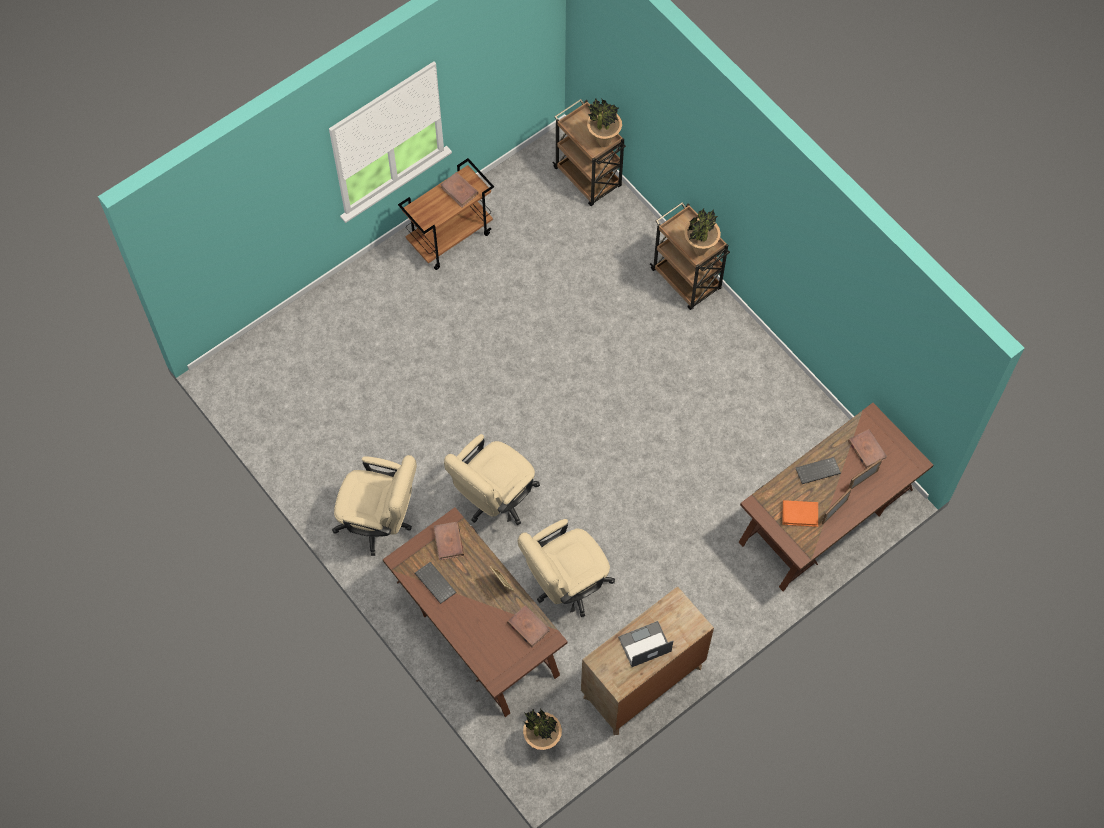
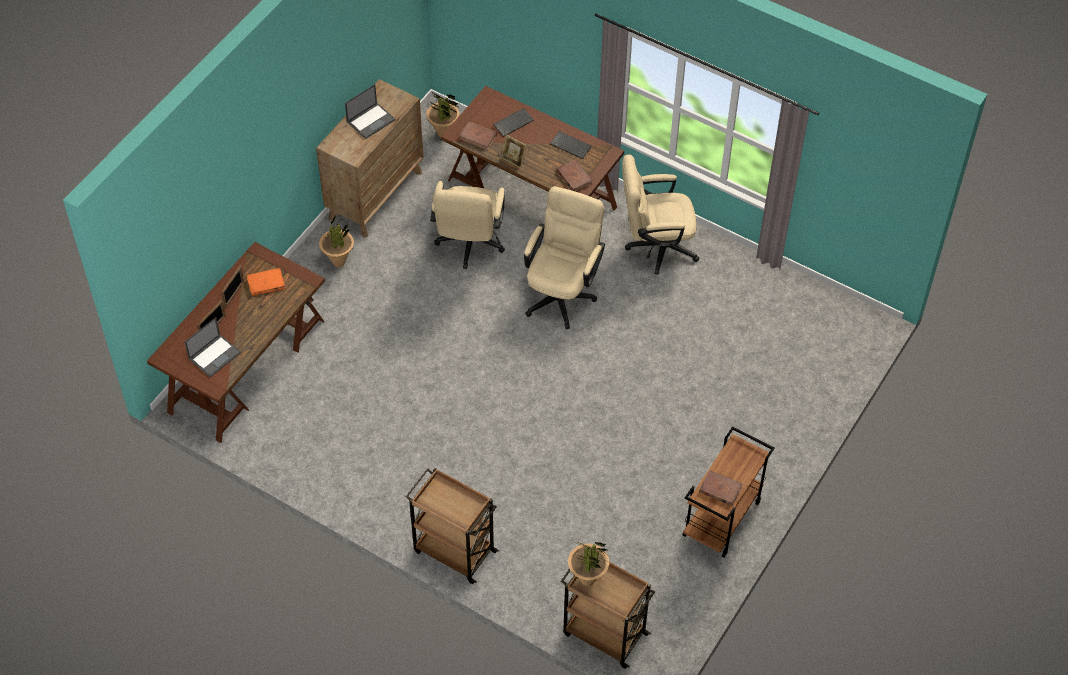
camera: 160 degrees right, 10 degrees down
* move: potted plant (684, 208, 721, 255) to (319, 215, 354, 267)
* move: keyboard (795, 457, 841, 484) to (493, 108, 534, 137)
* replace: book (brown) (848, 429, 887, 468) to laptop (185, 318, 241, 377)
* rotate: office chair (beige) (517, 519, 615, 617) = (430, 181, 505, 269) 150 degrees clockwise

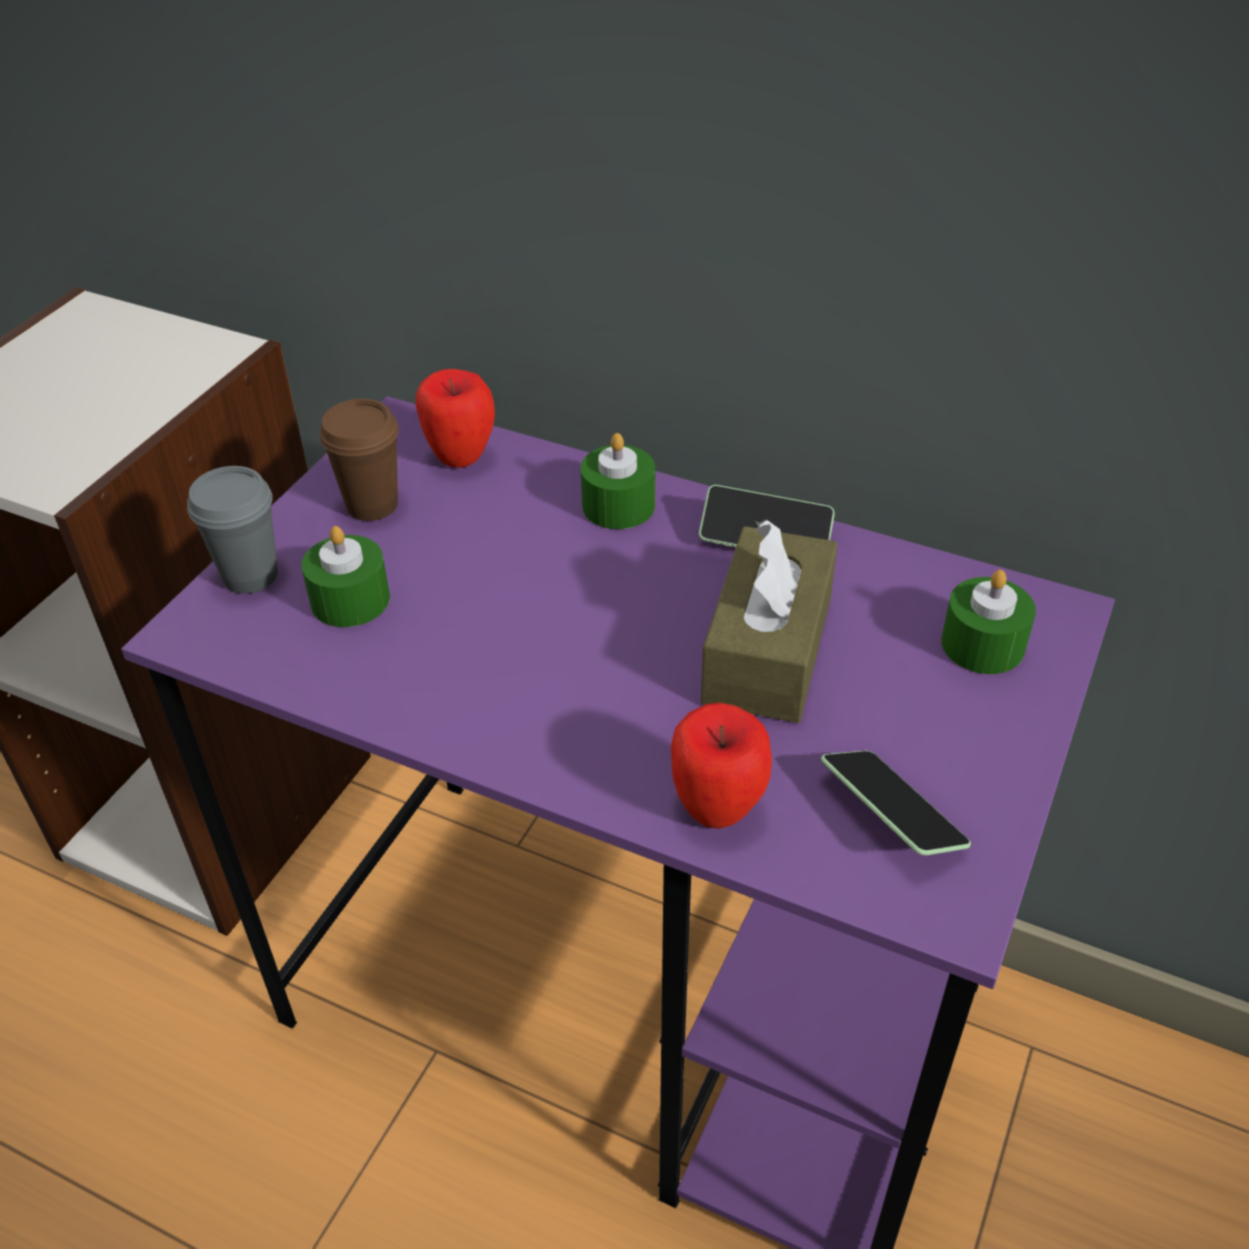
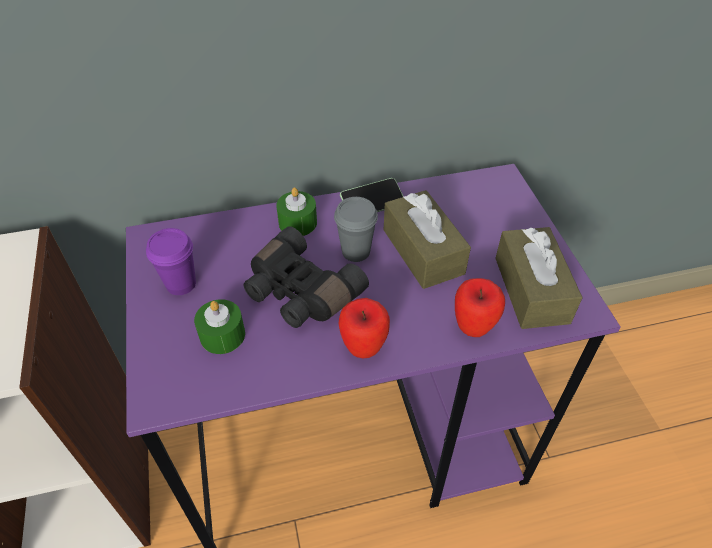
camera: 40 degrees left, 5 degrees up
* delete: candle (green) (941, 570, 1036, 674)
* insert: binoculars (black) (243, 226, 369, 328)
* move: cup (grey) (187, 466, 278, 594) to (334, 197, 378, 262)
* move: apple (416, 369, 495, 468) to (338, 298, 390, 358)
* replace: phone (821, 750, 971, 855) to tissue box (brown) (495, 227, 583, 329)
* recolor: cup (brown) (319, 399, 399, 521) to cup (purple) (146, 228, 196, 295)

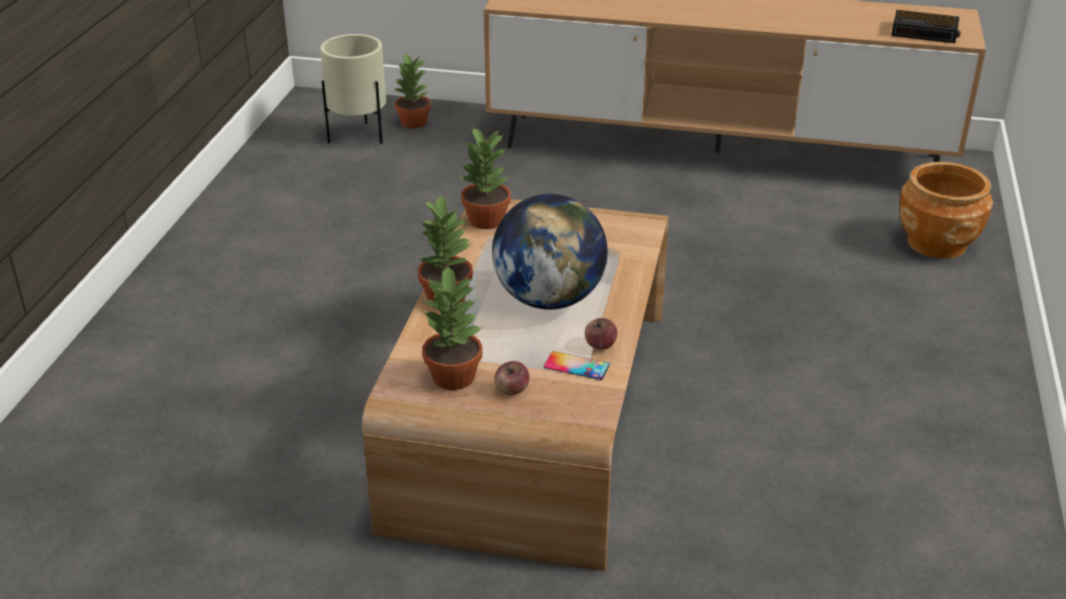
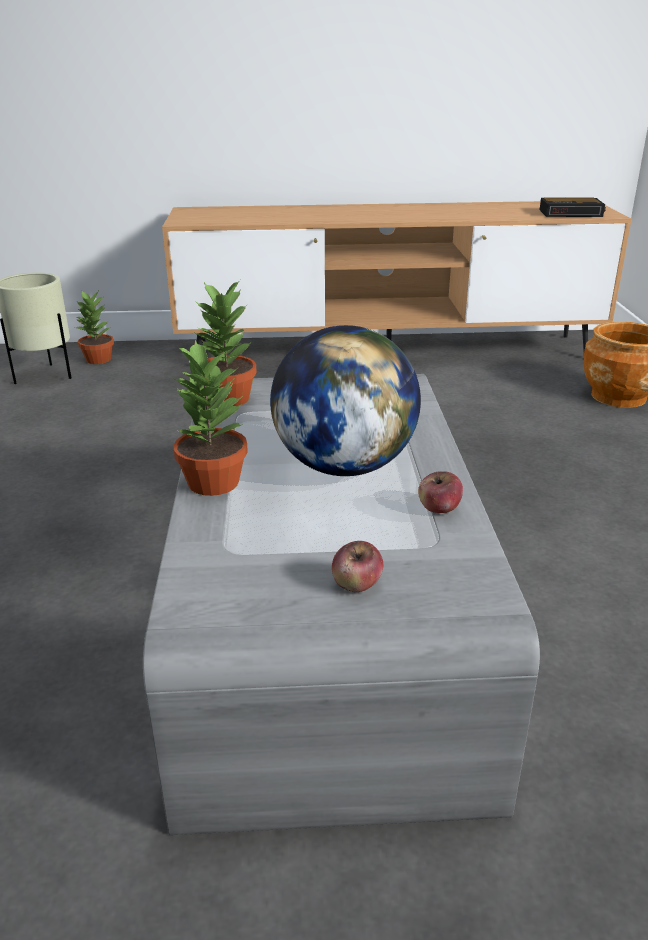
camera: 15 degrees left, 5 degrees down
* delete: potted plant (422, 265, 484, 390)
* delete: phone (544, 351, 609, 380)
* recolor: coffee table (brown) (362, 199, 669, 571) to coffee table (grey) (143, 374, 540, 835)

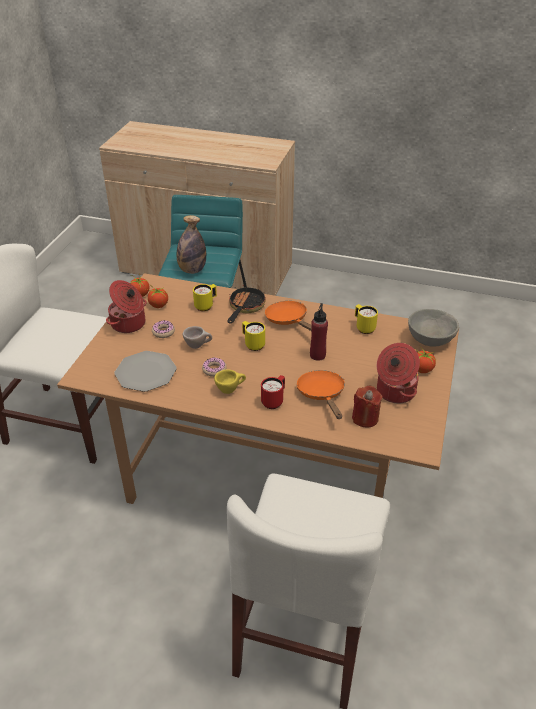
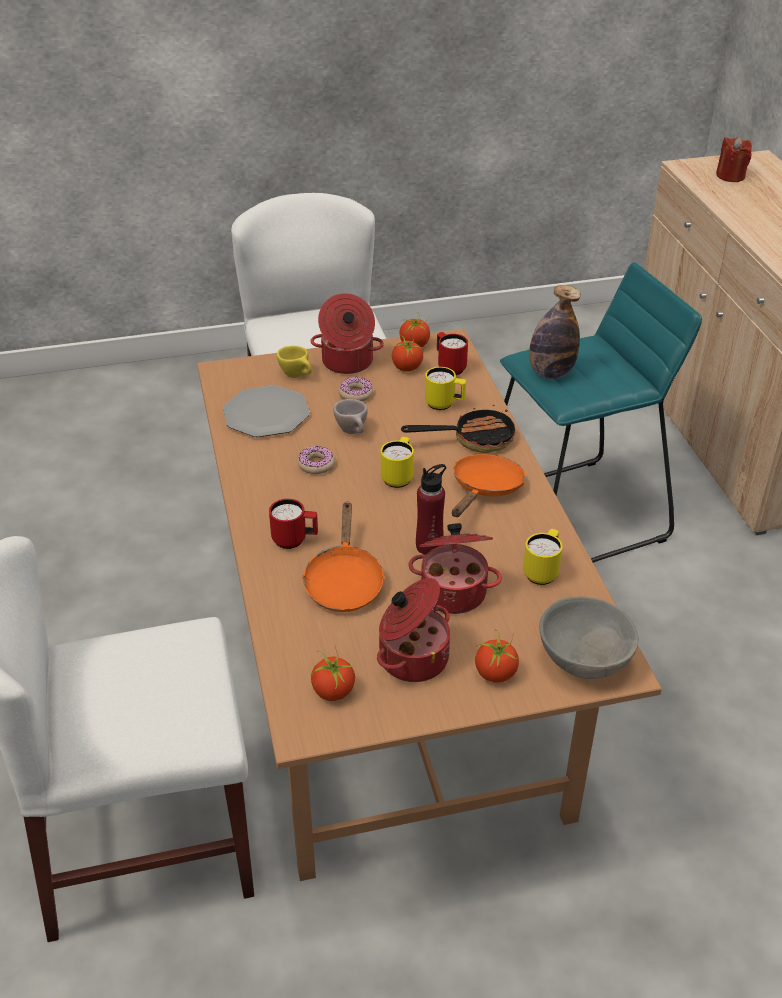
camera: 60 degrees right, 0 degrees up
* insert: tomato (311, 647, 355, 701)
* insert: cooking pot (408, 523, 502, 614)
* insert: mug (red) (437, 332, 468, 375)
* move: cup (yellow) (214, 370, 246, 394) to (276, 346, 312, 378)
* move: candle (red) (352, 386, 383, 427) to (716, 136, 752, 182)
* rotate: frying pan (orange) (297, 370, 345, 419) = (302, 501, 385, 612) 135 degrees clockwise

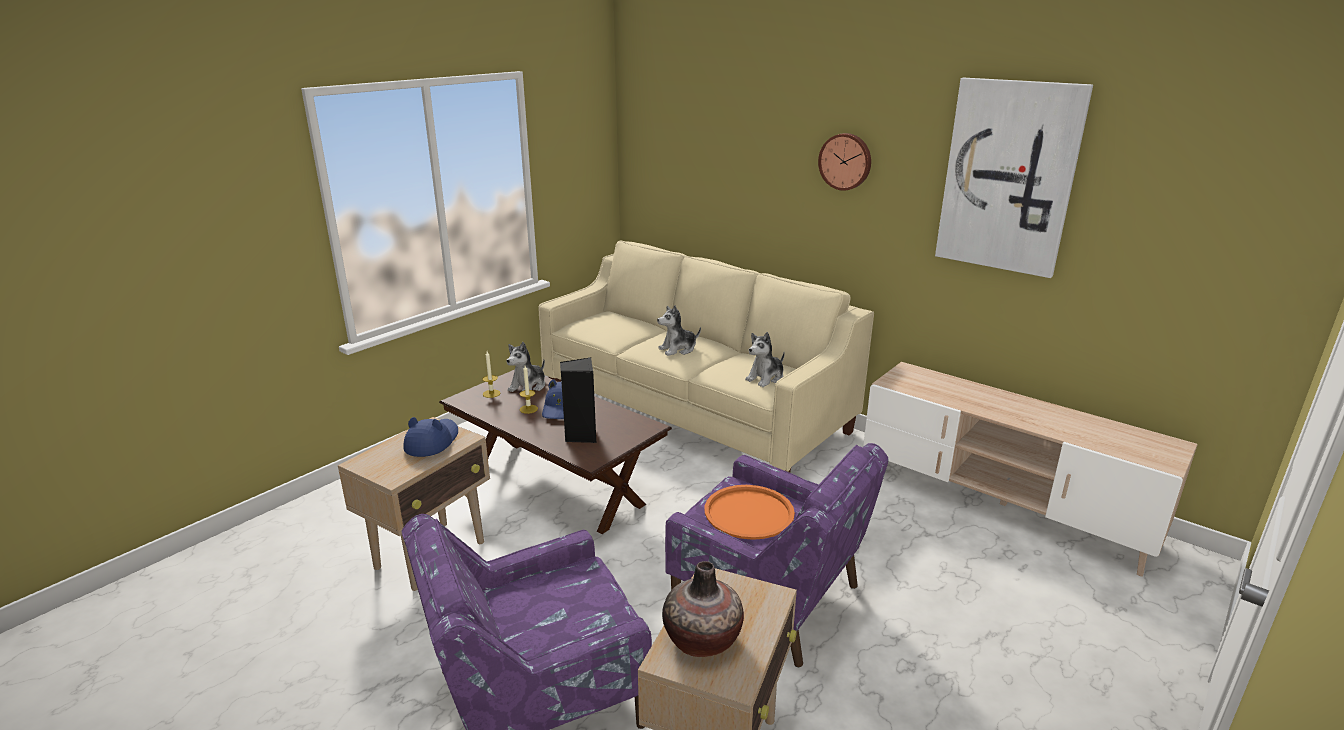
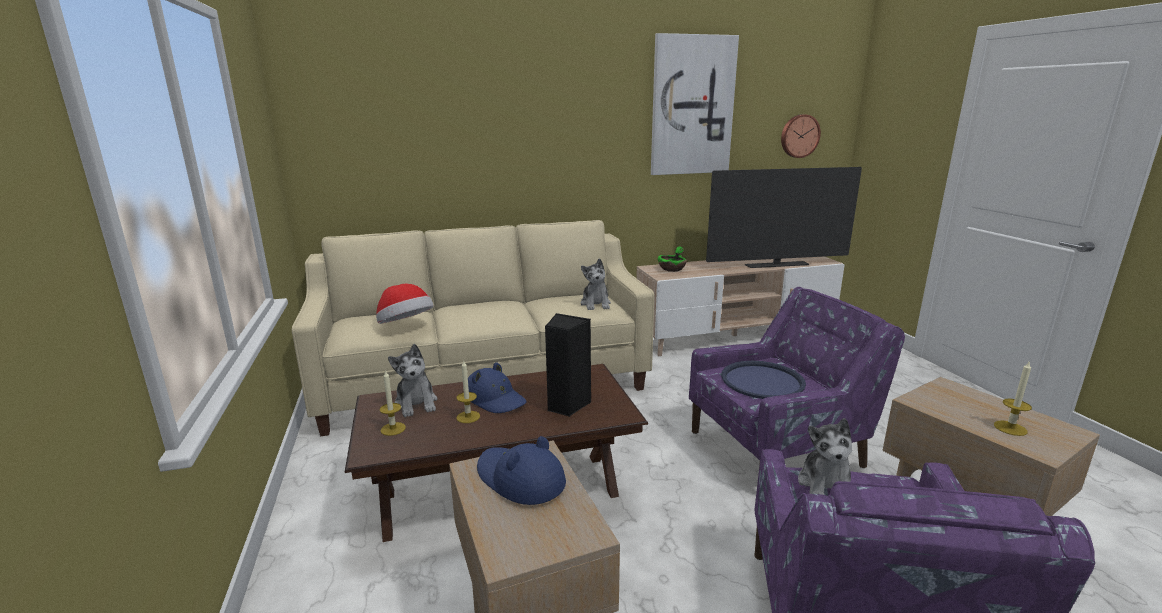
camera: 55 degrees left, 5 degrees down
* insert: hat (376, 283, 434, 324)
* insert: bowl (green) (658, 246, 687, 272)
* insert: television (706, 167, 862, 268)
* move: plush toy (657, 305, 701, 356) to (798, 418, 852, 495)
* move: wall clock (818, 133, 871, 191) to (781, 114, 821, 158)
* replace: vase (662, 561, 744, 657) to candle (994, 362, 1032, 436)
* recolor: tray (orange) (704, 485, 795, 540) to tray (blue) (721, 361, 806, 399)

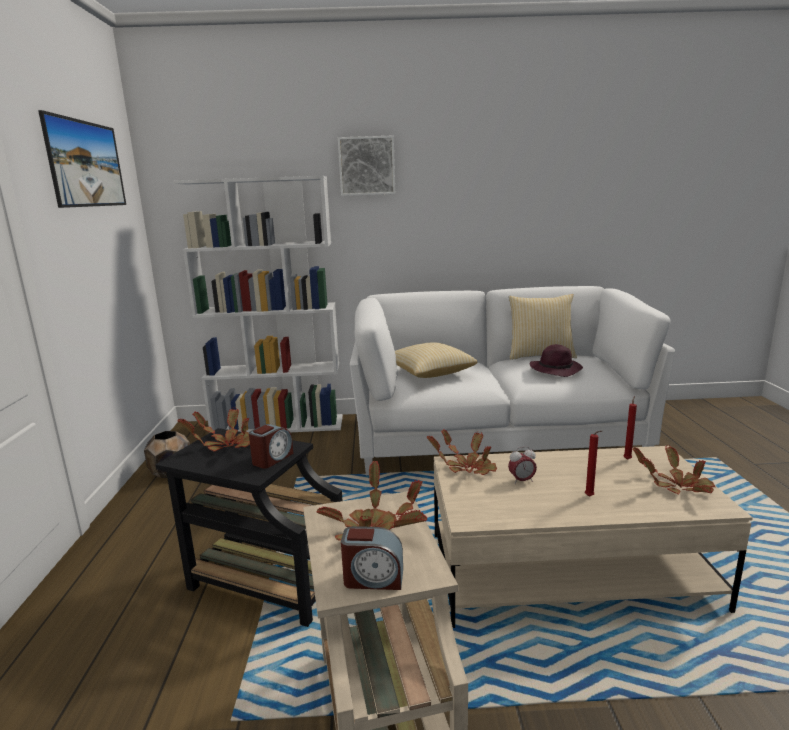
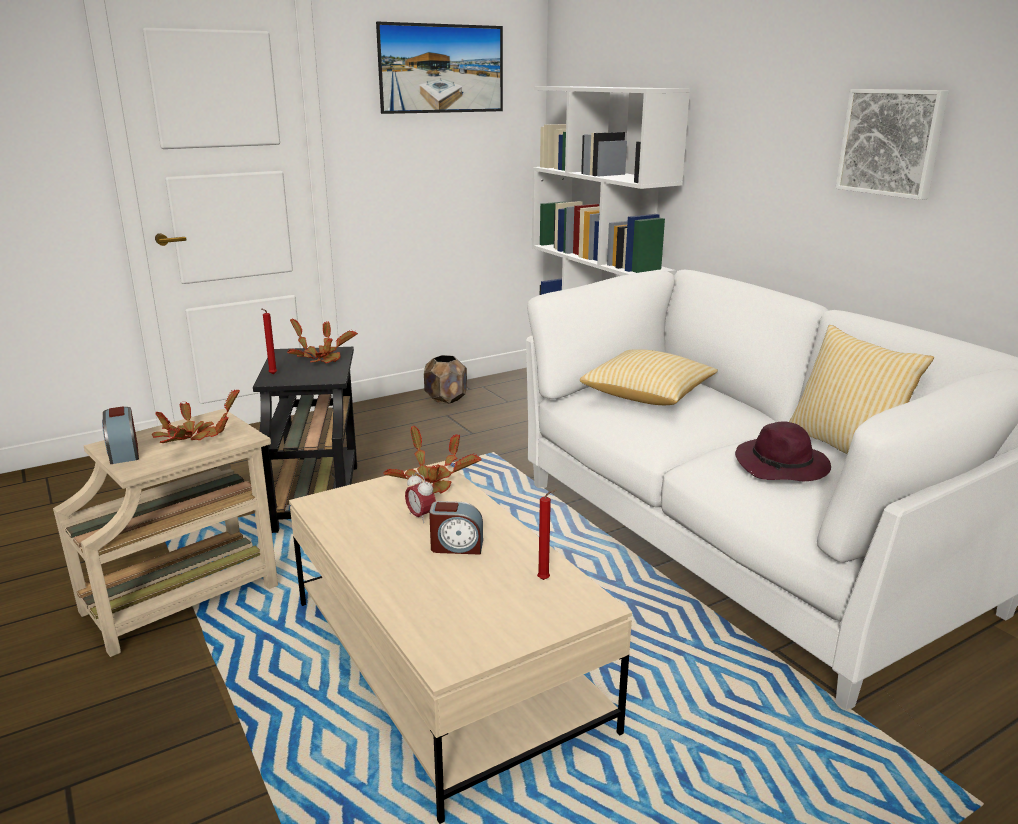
camera: 60 degrees right, 5 degrees up
* delete: potted plant (633, 446, 715, 495)
* move: alarm clock (249, 424, 293, 469) to (429, 501, 483, 555)
* move: picture (338, 136, 395, 196) to (835, 89, 949, 200)
* move: candle (red) (585, 431, 601, 497) to (262, 309, 277, 374)

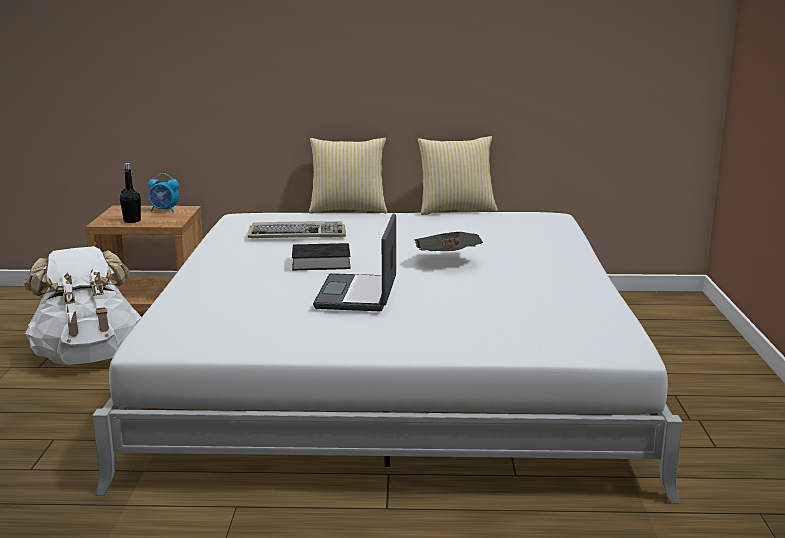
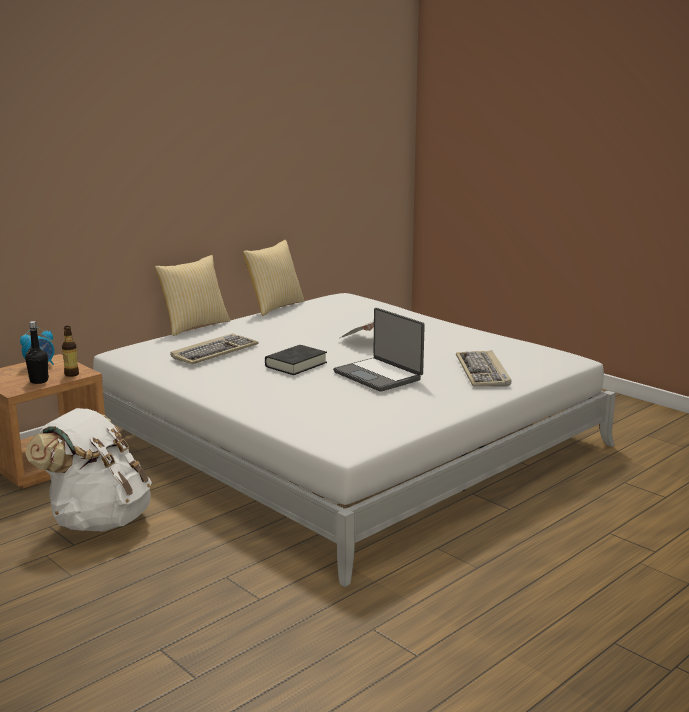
camera: 45 degrees left, 0 degrees up
* insert: bottle (62, 326, 79, 377)
* insert: keyboard (456, 350, 511, 387)

